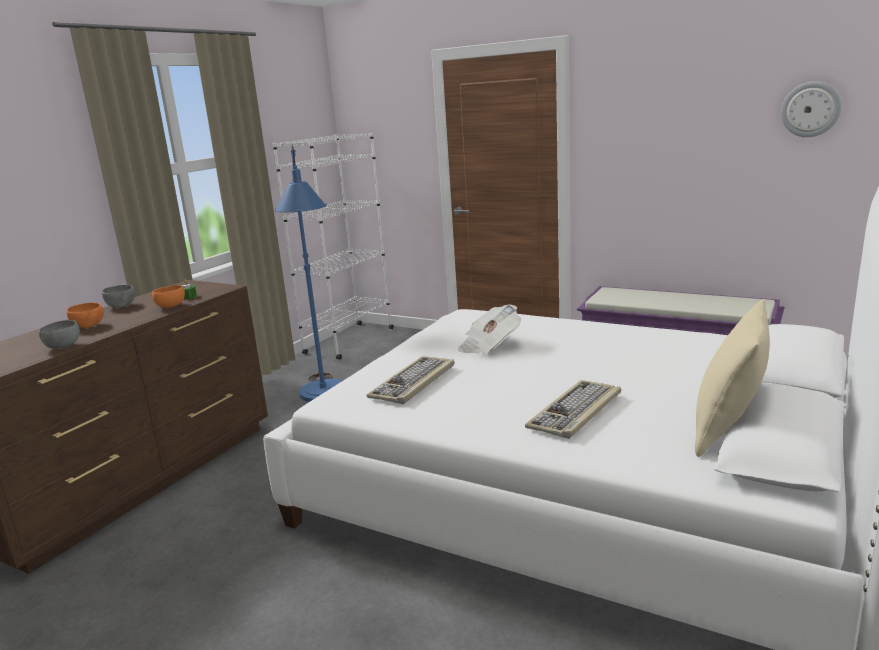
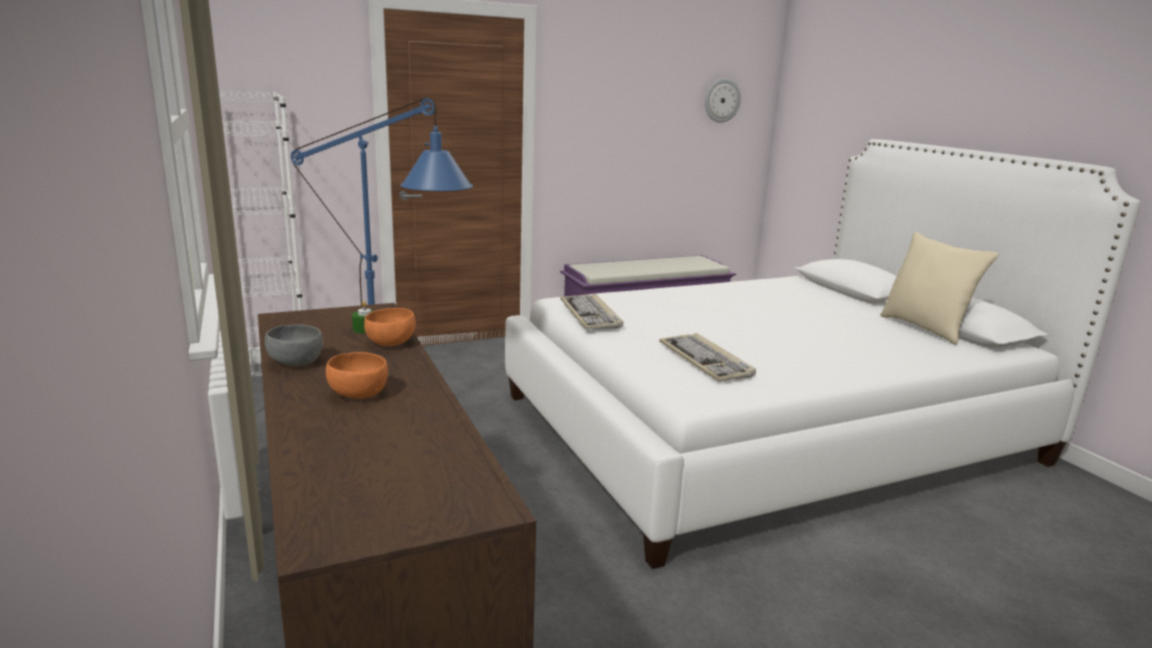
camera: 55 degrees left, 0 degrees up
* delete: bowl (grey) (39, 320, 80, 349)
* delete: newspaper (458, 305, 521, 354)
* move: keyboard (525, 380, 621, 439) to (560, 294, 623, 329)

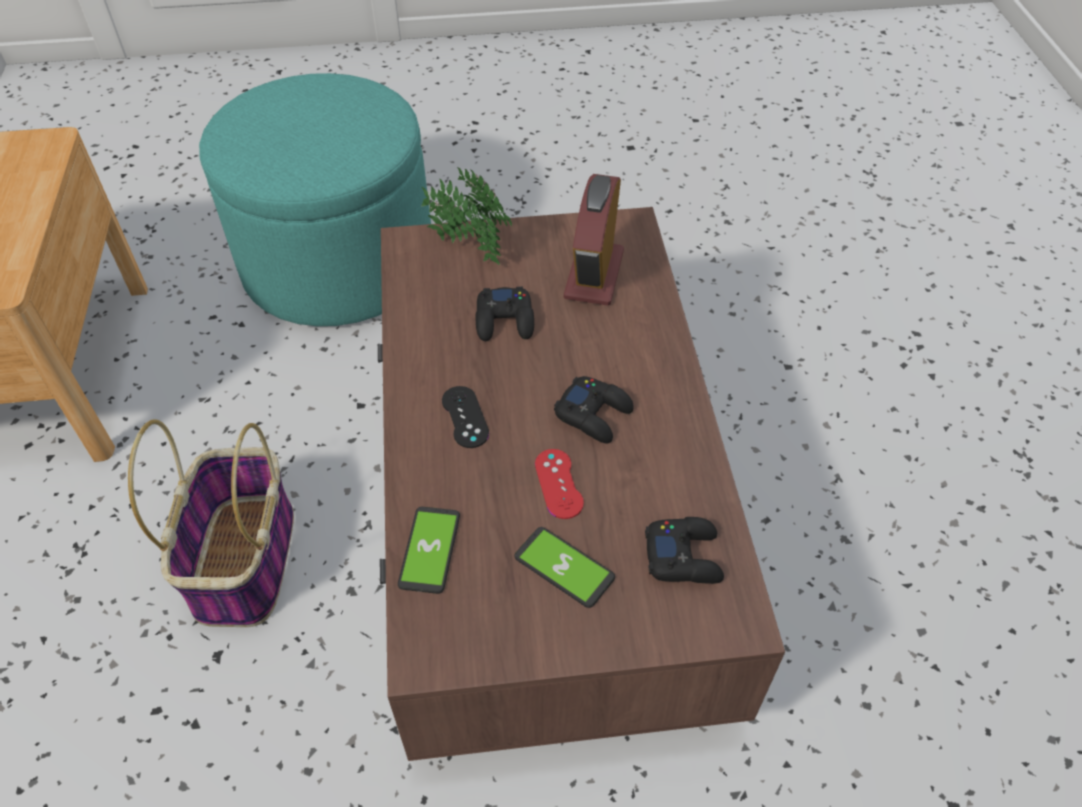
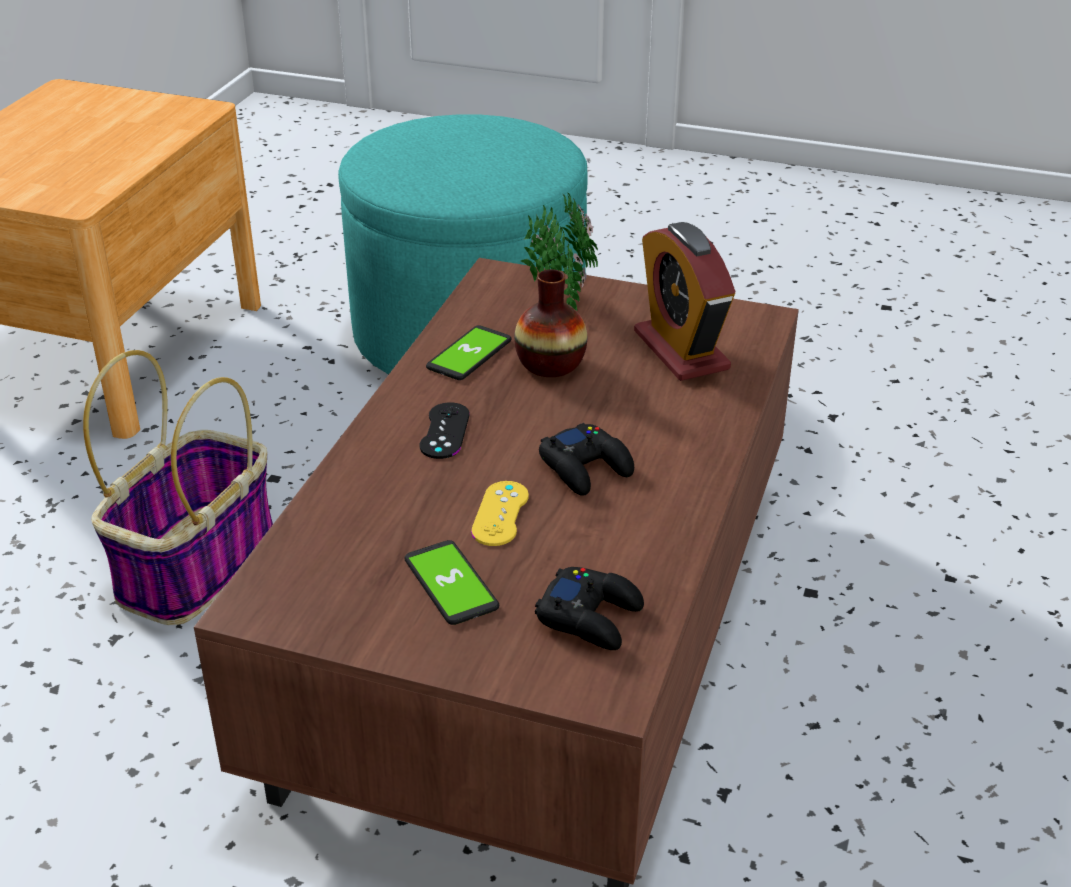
camera: 25 degrees right, 15 degrees down
* move: phone (398, 507, 460, 594) to (426, 325, 512, 380)
* replace: game controller (black) (475, 287, 534, 341) to vase (514, 269, 587, 377)
* recolor: game controller (red) (535, 449, 584, 519) to game controller (yellow) (471, 481, 529, 546)
* rotate: alarm clock (564, 174, 624, 305) = (634, 222, 736, 381) 60 degrees counterclockwise

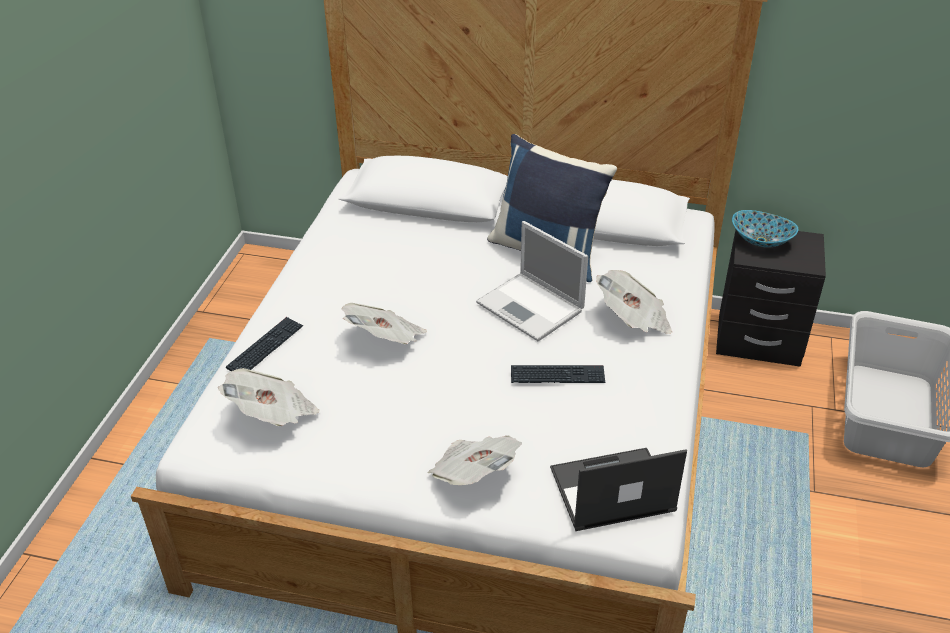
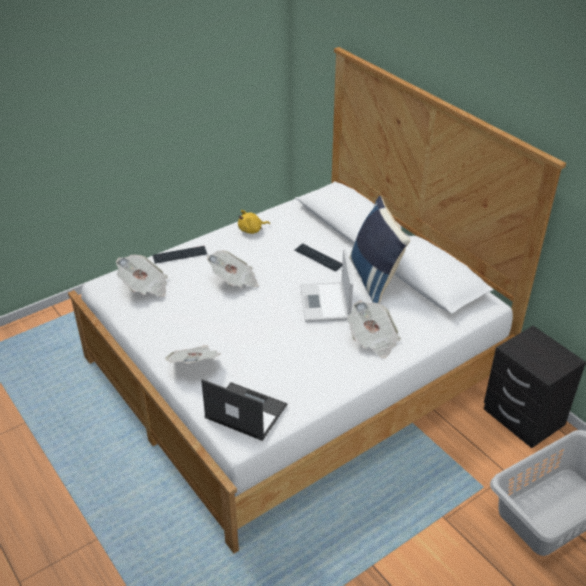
camera: 40 degrees right, 0 degrees up
* delete: bowl (732, 210, 798, 248)
* insert: plush toy (yellow) (238, 210, 270, 234)
* move: keyboard (511, 365, 605, 383) to (295, 243, 342, 271)

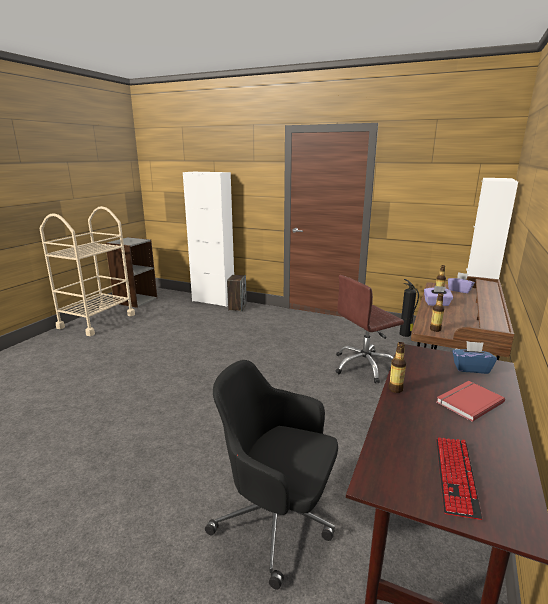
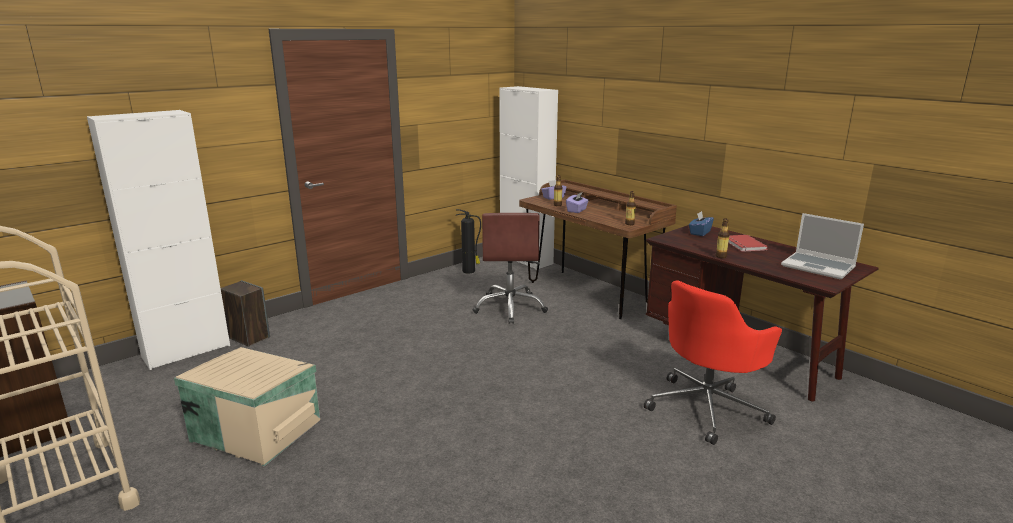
camera: 65 degrees left, 0 degrees up
* insert: storage box (beige) (174, 347, 320, 466)
* replace: keyboard (436, 438, 482, 520) to laptop (781, 213, 864, 279)
* recolor: office chair (black) (205, 360, 338, 589) to office chair (red) (644, 280, 782, 445)

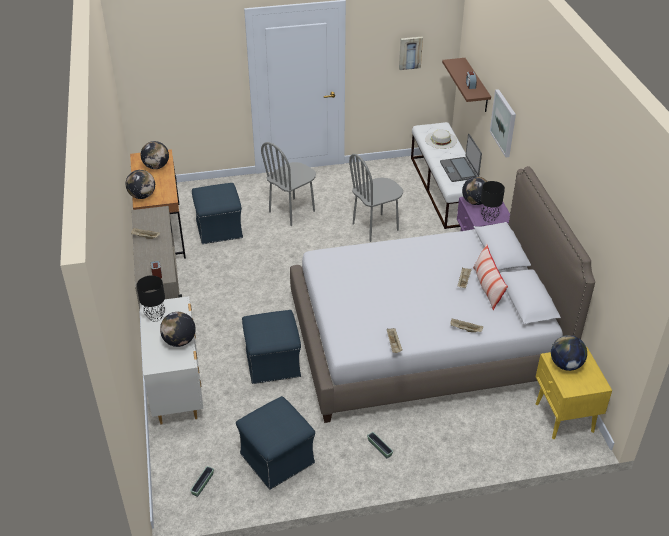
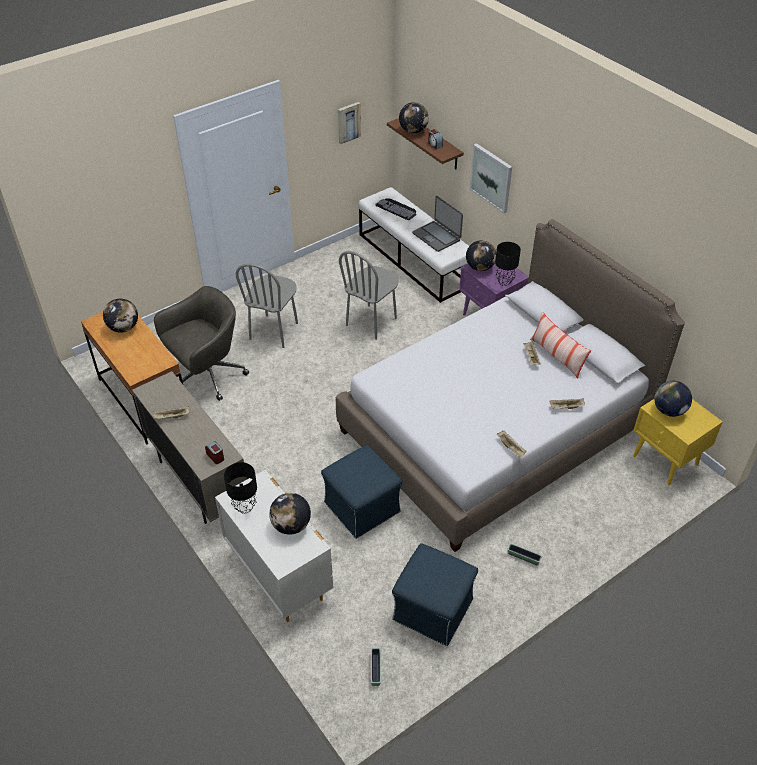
camera: 25 degrees left, 5 degrees up
* move: globe (126, 170, 155, 199) to (399, 102, 429, 133)
* replace: ottoman (blue) (192, 183, 243, 244) to office chair (grey) (154, 286, 249, 401)
* replace: hat (white) (425, 129, 457, 149) to keyboard (375, 198, 416, 220)

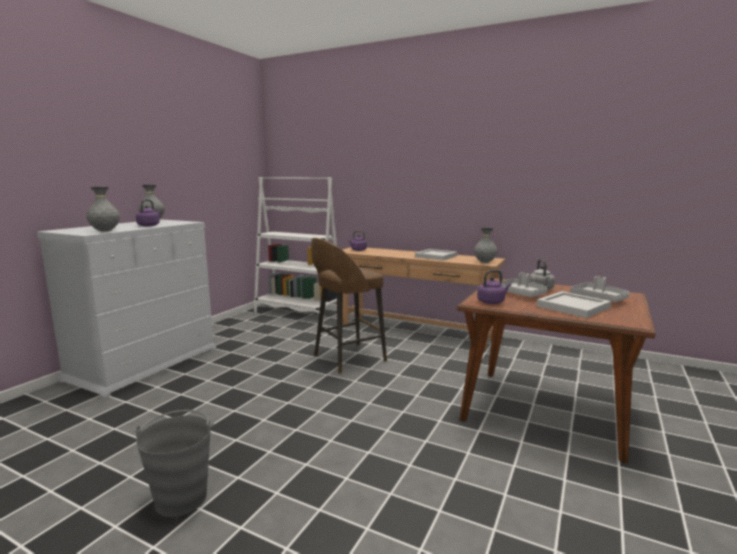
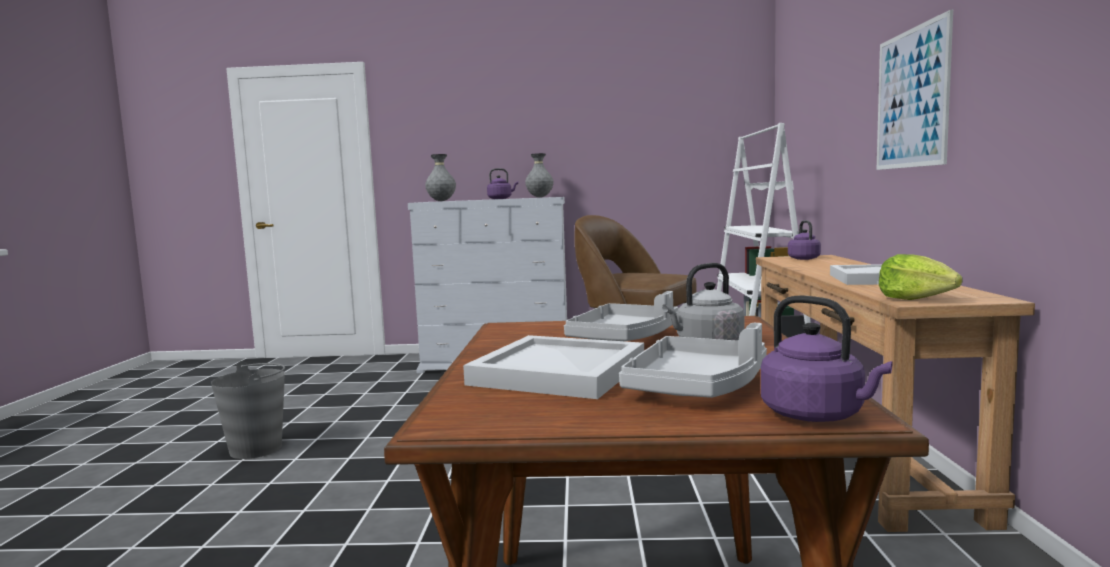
camera: 65 degrees right, 5 degrees down
* insert: picture (876, 10, 953, 170)
* move: kettle (purple) (477, 270, 511, 304) to (761, 296, 893, 422)
* replace: vase (grey) (474, 228, 498, 263) to lettuce (879, 254, 962, 300)

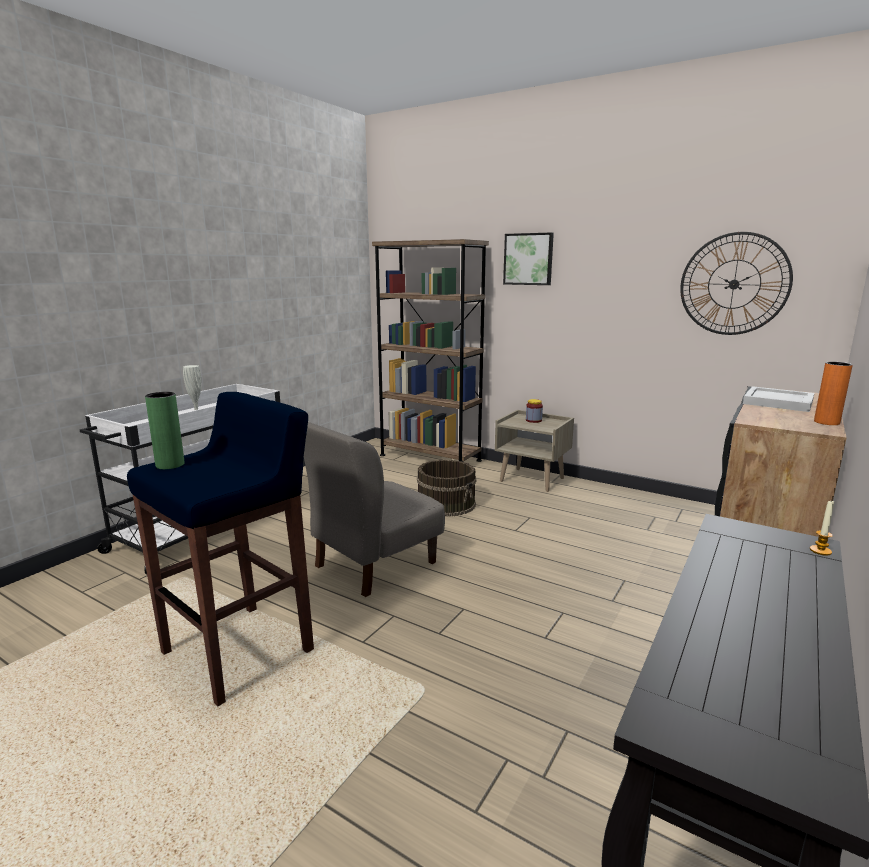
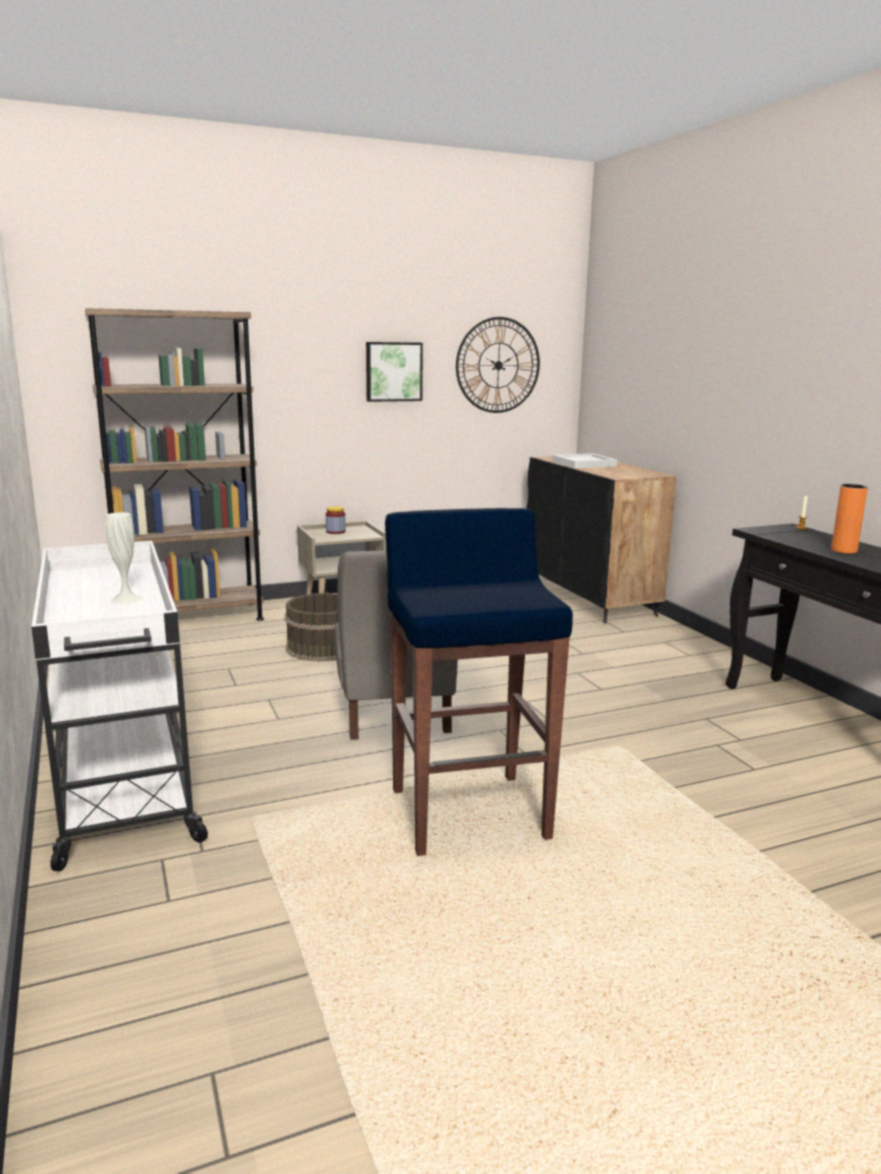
camera: 55 degrees left, 0 degrees up
* delete: vase (green) (145, 392, 184, 469)
* move: picture (503, 233, 554, 285) to (366, 342, 423, 402)
* move: vase (orange) (814, 362, 853, 425) to (831, 484, 868, 553)

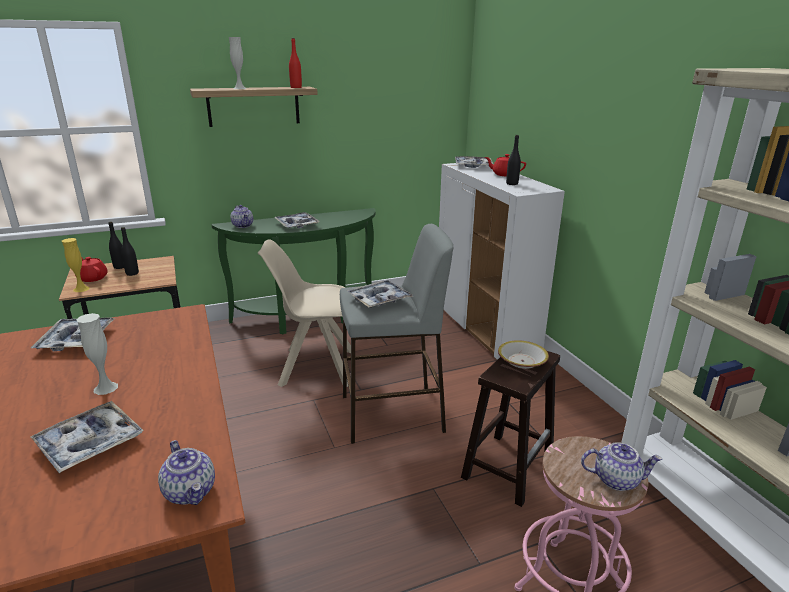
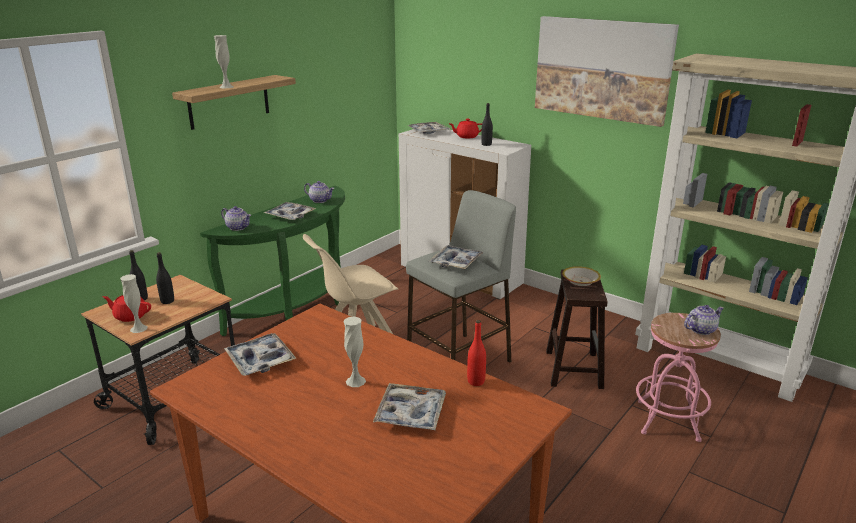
camera: 30 degrees left, 0 degrees up
* insert: picture (535, 16, 679, 127)
* move: teapot (158, 440, 215, 505) to (304, 181, 334, 203)
* move: bottle (red) (289, 38, 302, 88) to (467, 320, 486, 386)
* recolor: vase (yellow) (62, 238, 90, 292) to vase (white) (120, 274, 148, 333)

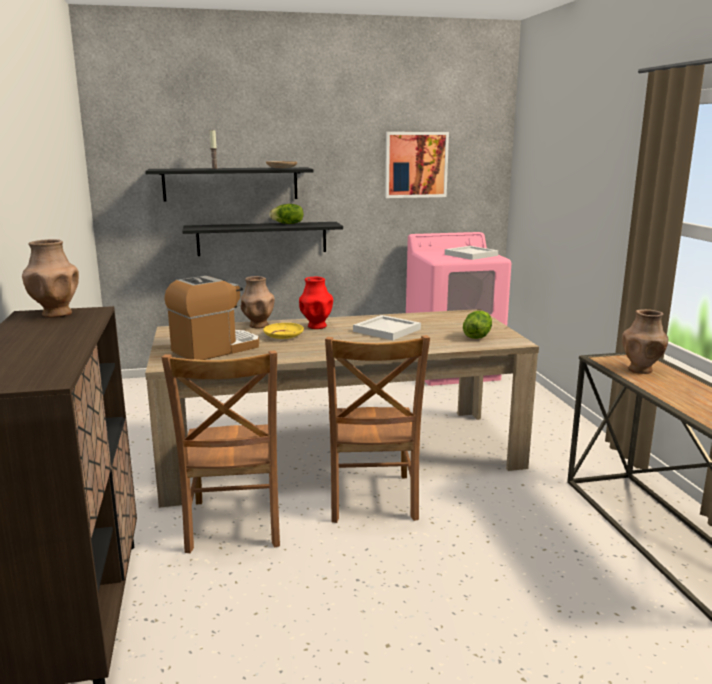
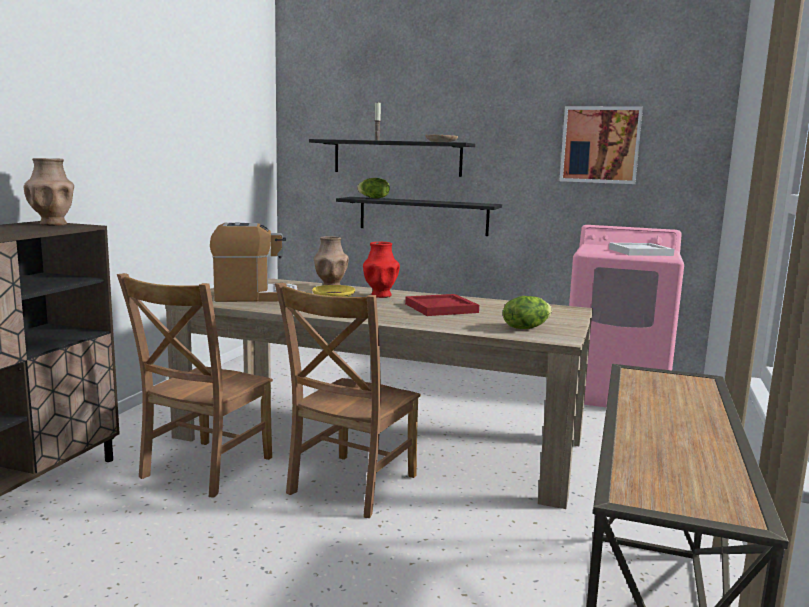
camera: 30 degrees right, 5 degrees down
* delete: vase (brown) (622, 309, 668, 374)
* move: lettuce (269, 204, 304, 224) to (357, 178, 390, 198)
* recolor: tray (white) (353, 315, 421, 340) to tray (red) (405, 294, 479, 316)

